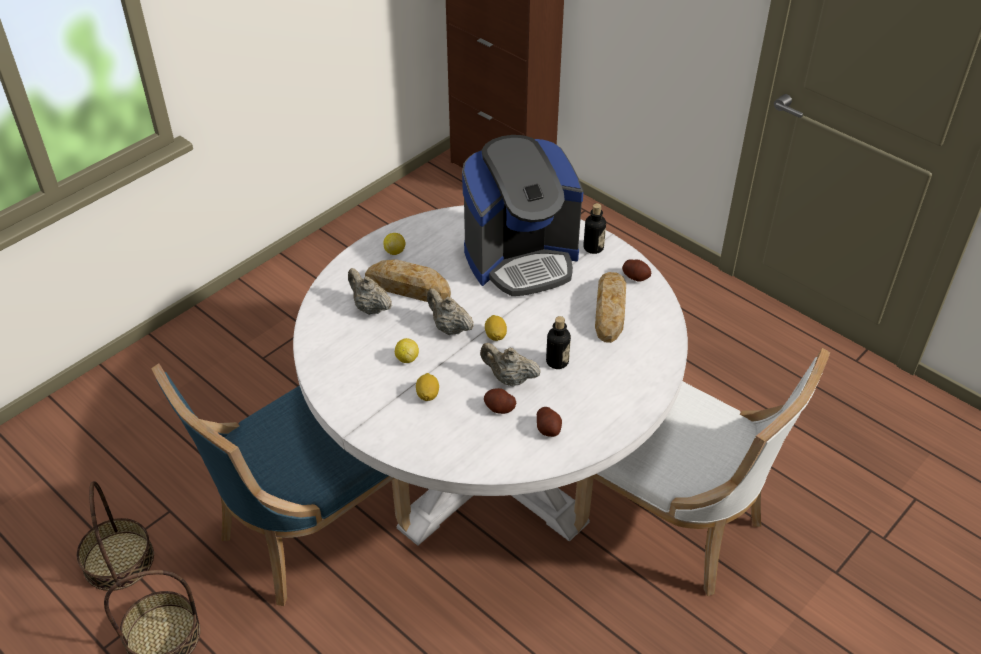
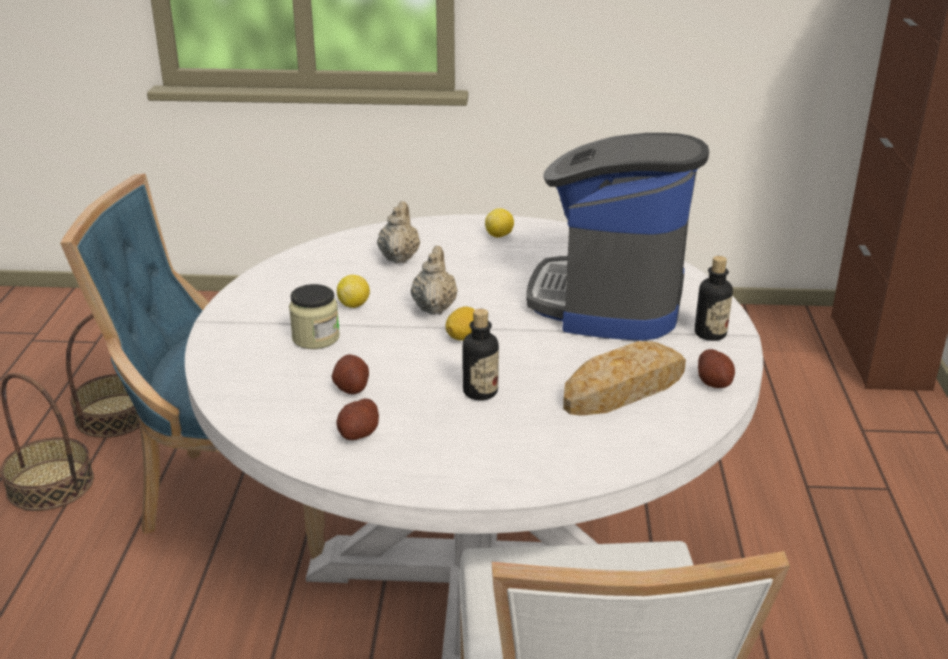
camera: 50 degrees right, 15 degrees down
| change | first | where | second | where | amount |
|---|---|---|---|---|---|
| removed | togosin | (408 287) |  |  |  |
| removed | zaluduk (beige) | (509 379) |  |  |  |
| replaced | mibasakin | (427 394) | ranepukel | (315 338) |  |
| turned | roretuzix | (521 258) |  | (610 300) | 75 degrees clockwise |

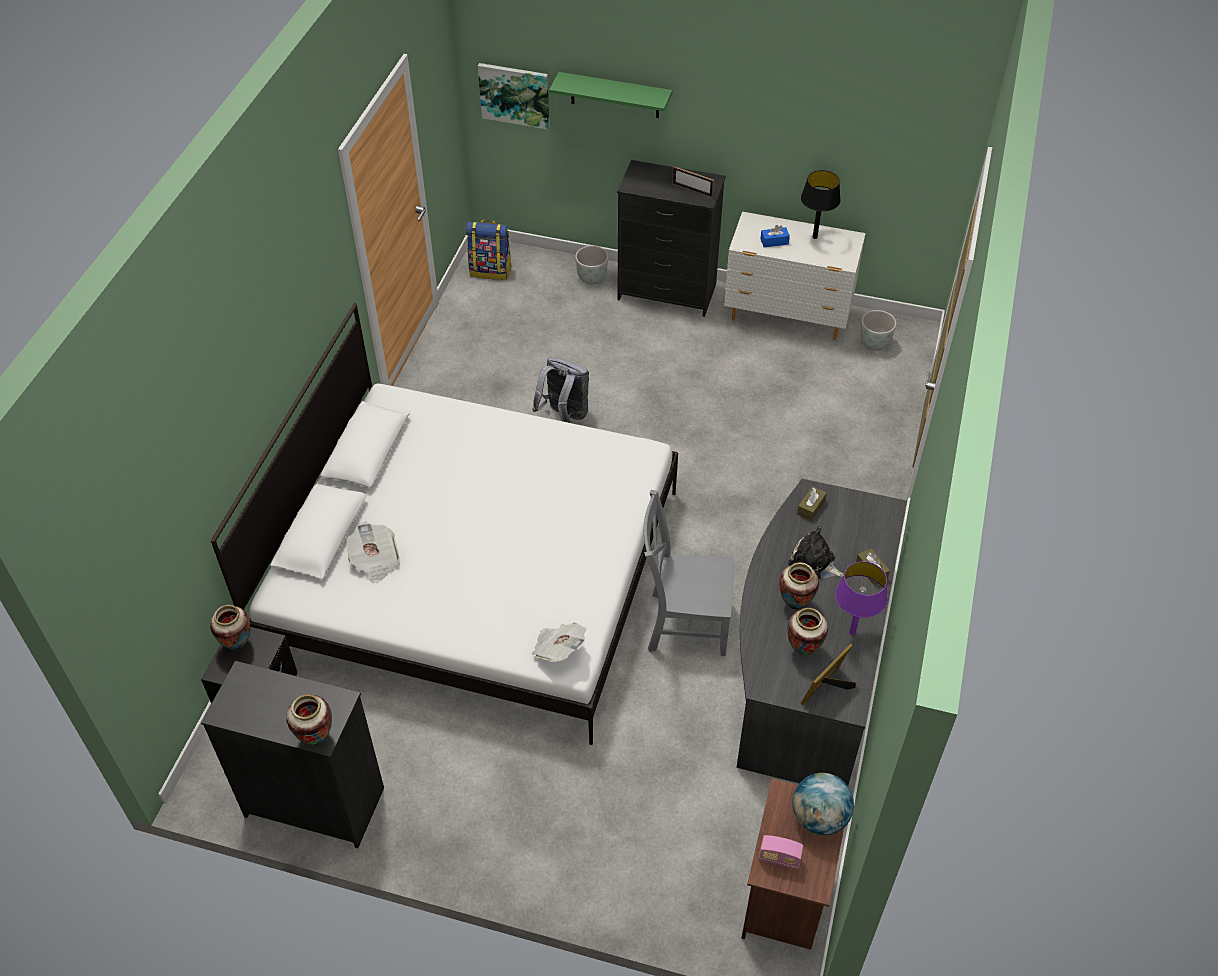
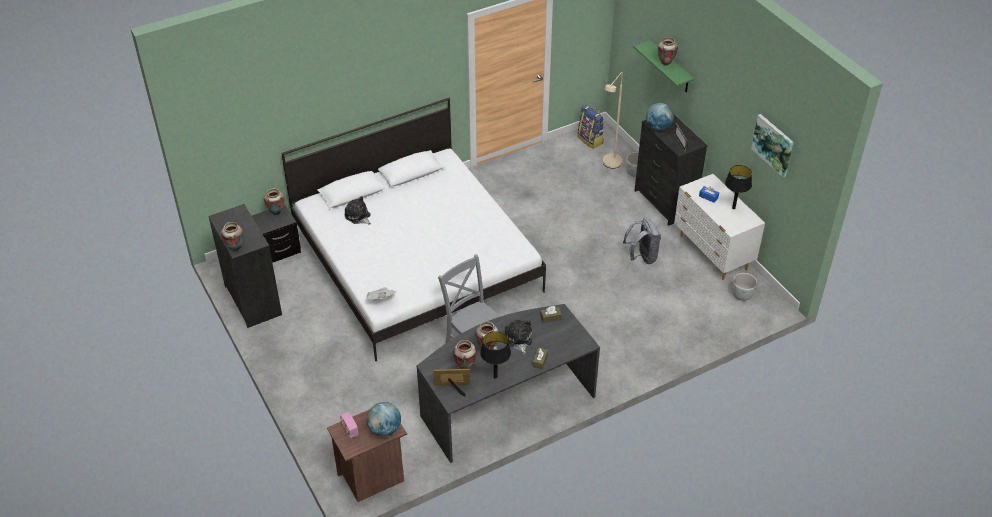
camera: 45 degrees right, 5 degrees down
| change | first | where | second | where | amount |
|---|---|---|---|---|---|
| added |  |  | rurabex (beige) | (609 165) |  |
| added |  |  | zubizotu | (658 127) |  |
| added |  |  | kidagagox | (665 63) |  |
| moved | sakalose | (515 94) |  | (773 144) |  |
| moved | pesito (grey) | (564 415) |  | (642 257) |  |
| replaced | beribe | (375 561) | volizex | (358 216) |  |
| recoloured | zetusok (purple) | (852 632) | zetusok (black) | (495 376) |  |

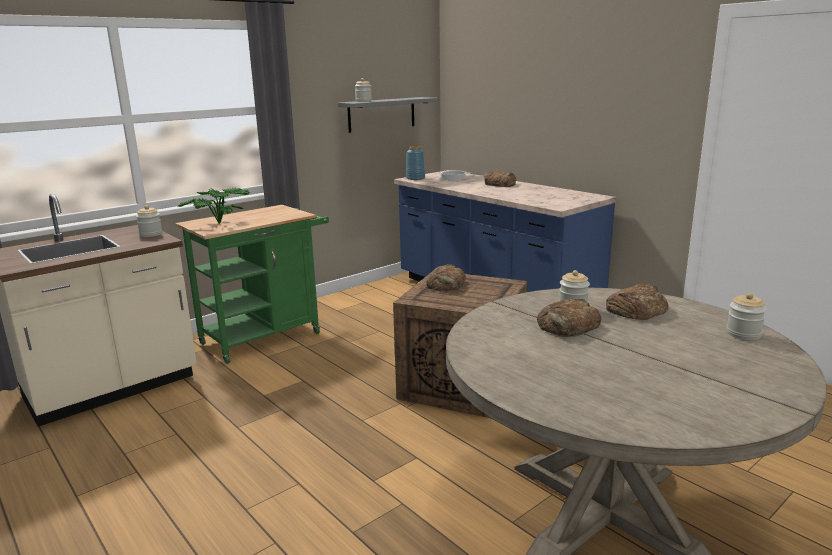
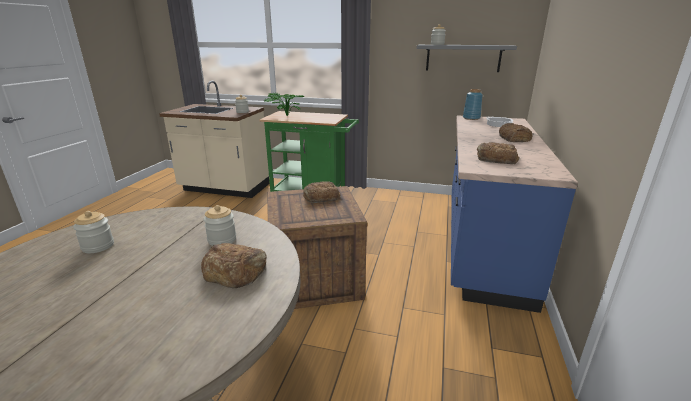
camera: 55 degrees right, 5 degrees up
| change | first | where | second | where | amount |
|---|---|---|---|---|---|
| moved | togosin | (568 326) |  | (495 158) |  |
| moved | ranepukel | (743 334) |  | (98 246) |  |

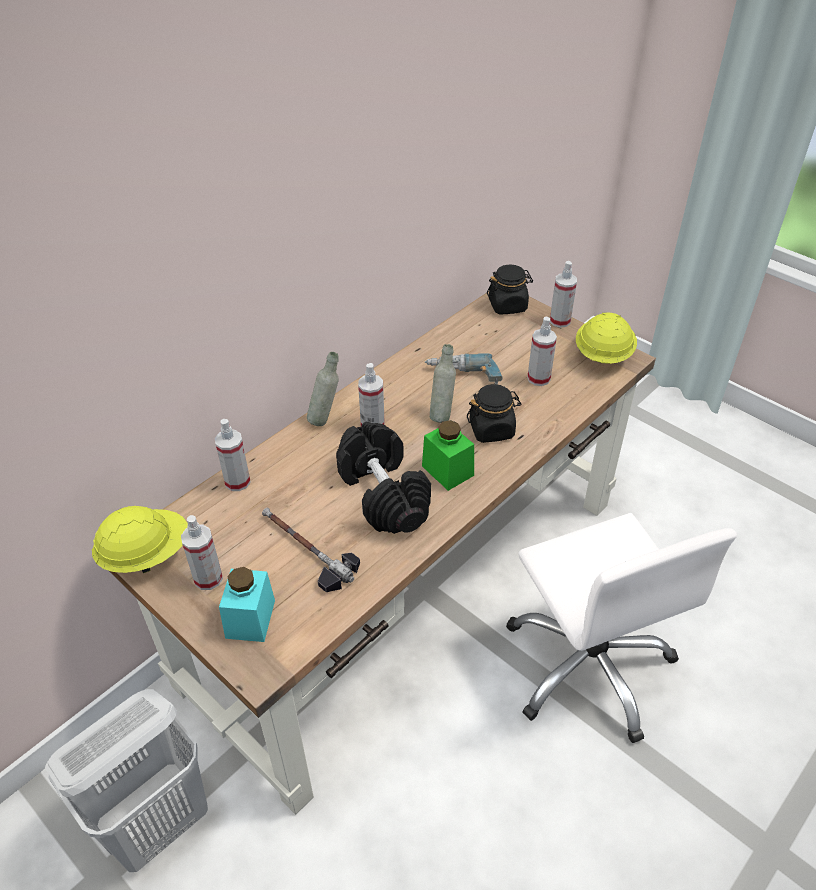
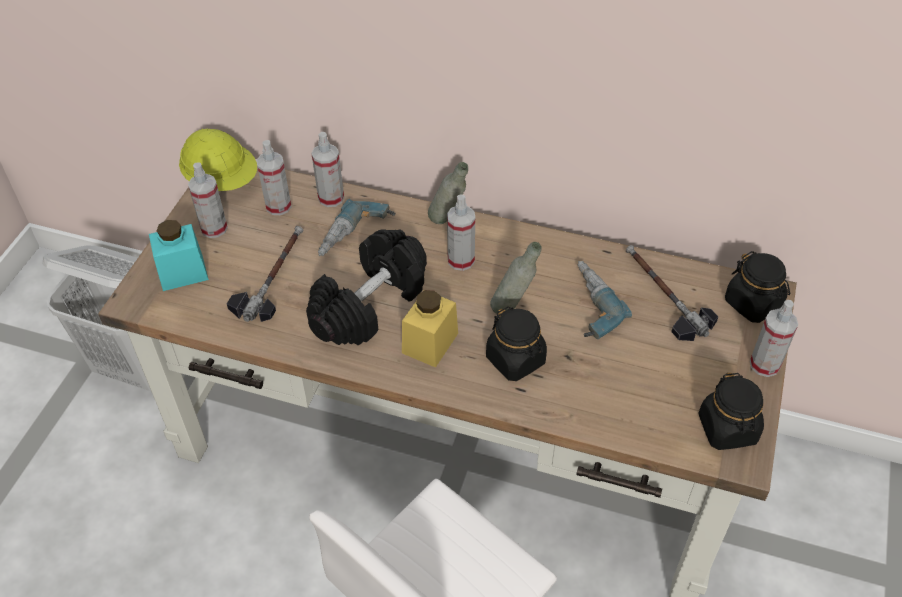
camera: 65 degrees right, 5 degrees up
| change | first | where | second | where | amount |
|---|---|---|---|---|---|
| added |  |  | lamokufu | (356 237) |  |
| added |  |  | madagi | (663 295) |  |
| moved | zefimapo | (538 378) |  | (278 206) |  |
| replaced | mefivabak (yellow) | (602 355) | ranepukel (black) | (727 429) |  |
| recoloured | ranepukel (green) | (447 471) | ranepukel (yellow) | (430 343) |  |

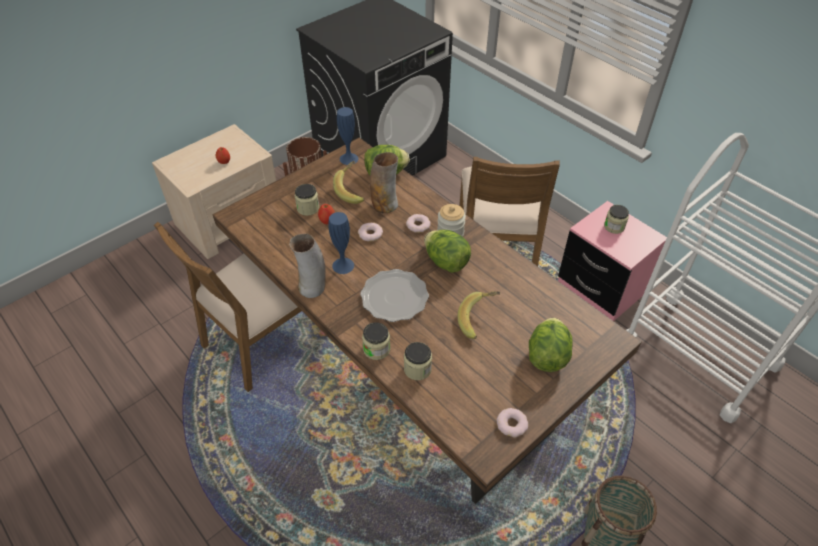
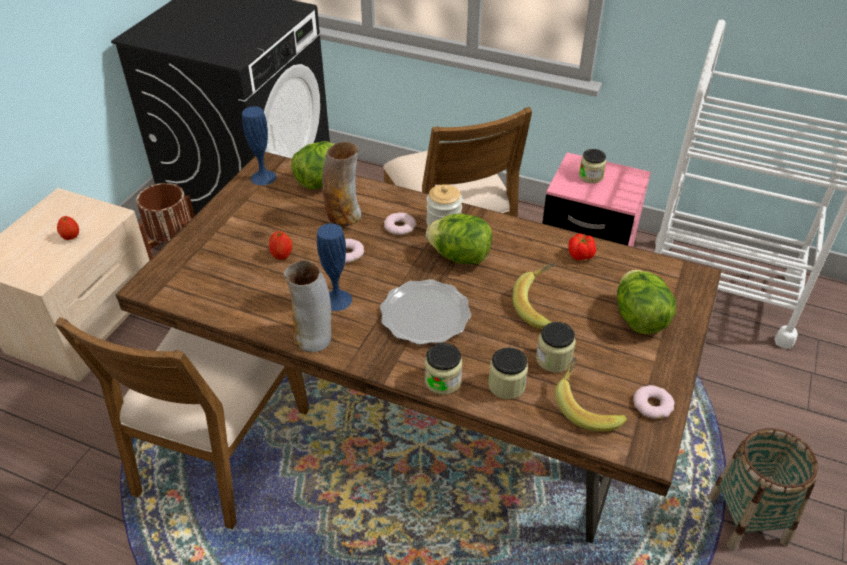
camera: 25 degrees left, 5 degrees down
| change | first | where | second | where | amount |
|---|---|---|---|---|---|
| added |  |  | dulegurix | (581 255) |  |
| moved | ranepukel | (308 208) |  | (553 359) |  |
| moved | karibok | (352 190) |  | (587 406) |  |

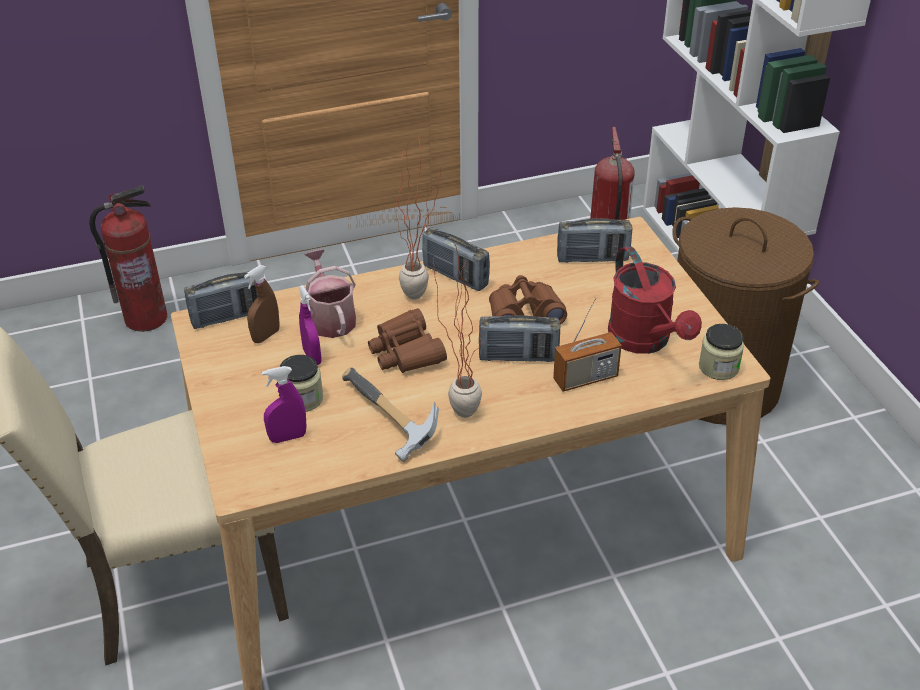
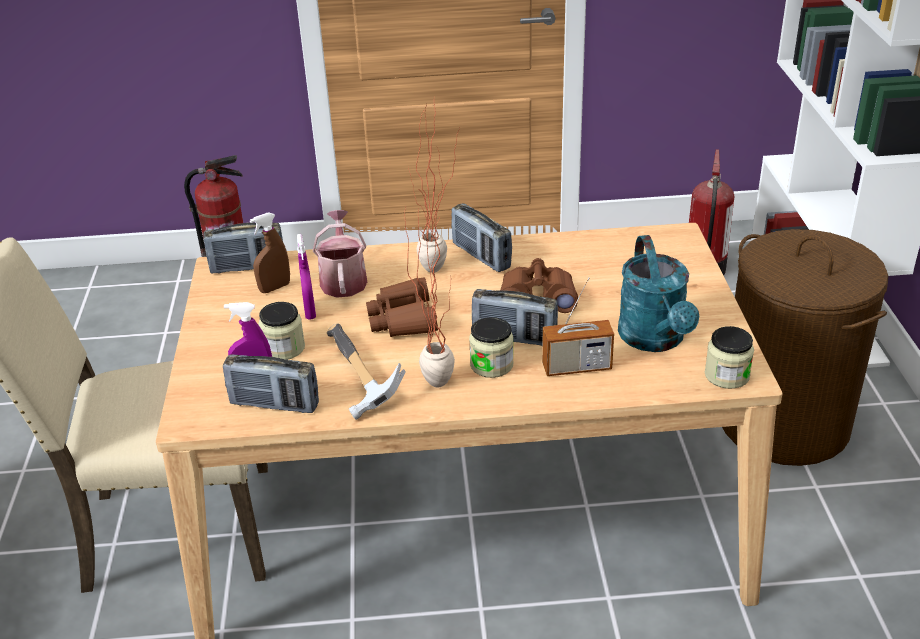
camera: 15 degrees right, 5 degrees down
| change | first | where | second | where | amount |
|---|---|---|---|---|---|
| added |  |  | ranepukel | (491 365) |  |
| moved | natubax | (592 258) |  | (274 404) |  |
| recoloured | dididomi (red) | (645 341) | dididomi (turquoise) | (655 340) |  |

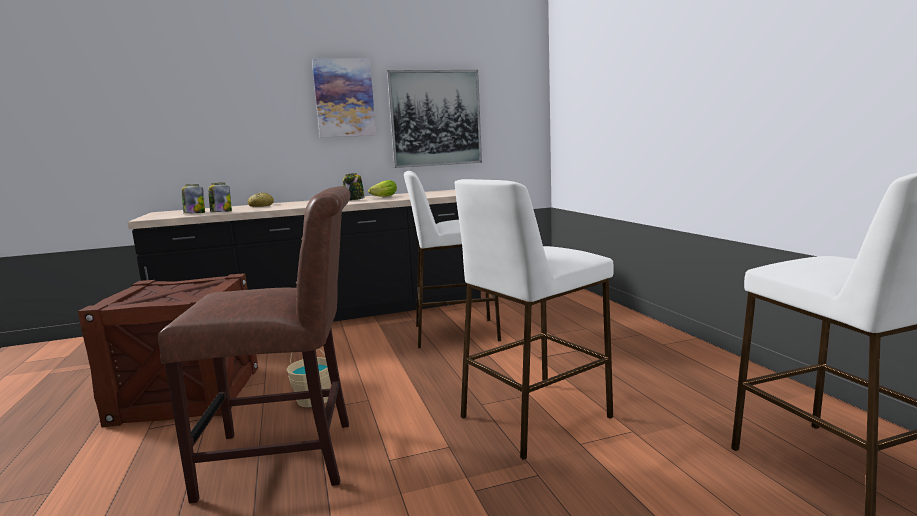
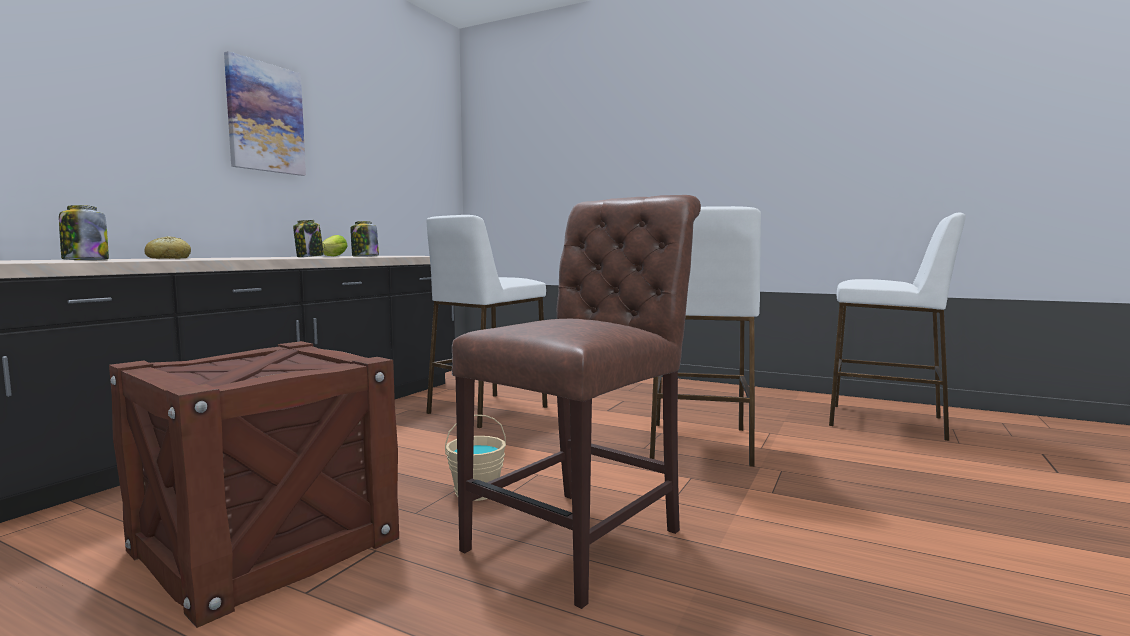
camera: 45 degrees left, 5 degrees down
| change | first | where | second | where | amount |
|---|---|---|---|---|---|
| removed | sakalose | (435 118) |  |  |  |
| moved | ranepukel | (221 212) |  | (364 256) |  |

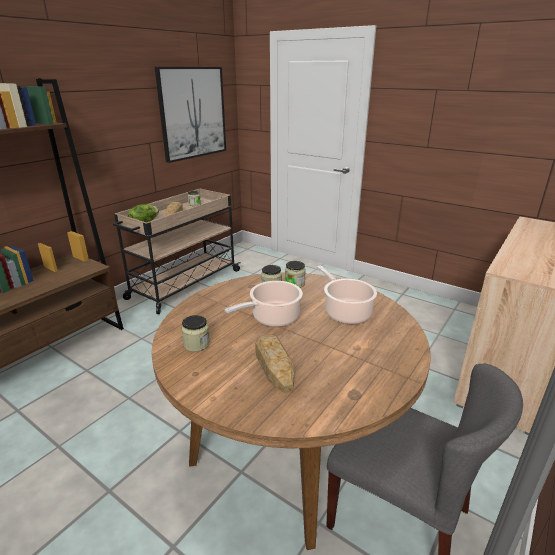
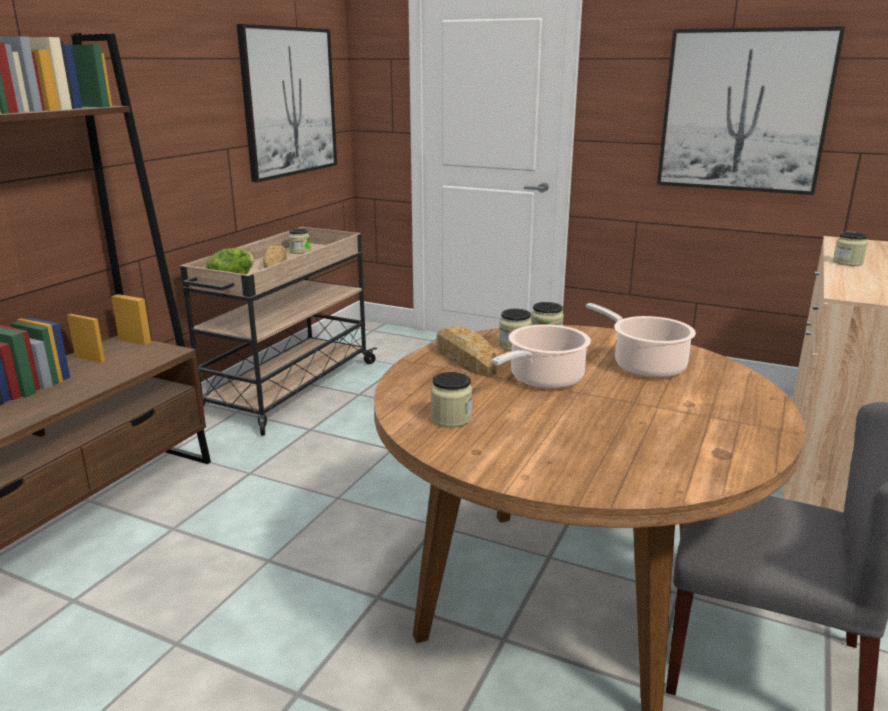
camera: 10 degrees left, 5 degrees down
| change | first | where | second | where | amount |
|---|---|---|---|---|---|
| added |  |  | sakalose | (744 111) |  |
| added |  |  | ranepukel | (847 262) |  |
| moved | togosin | (274 365) |  | (465 358) |  |

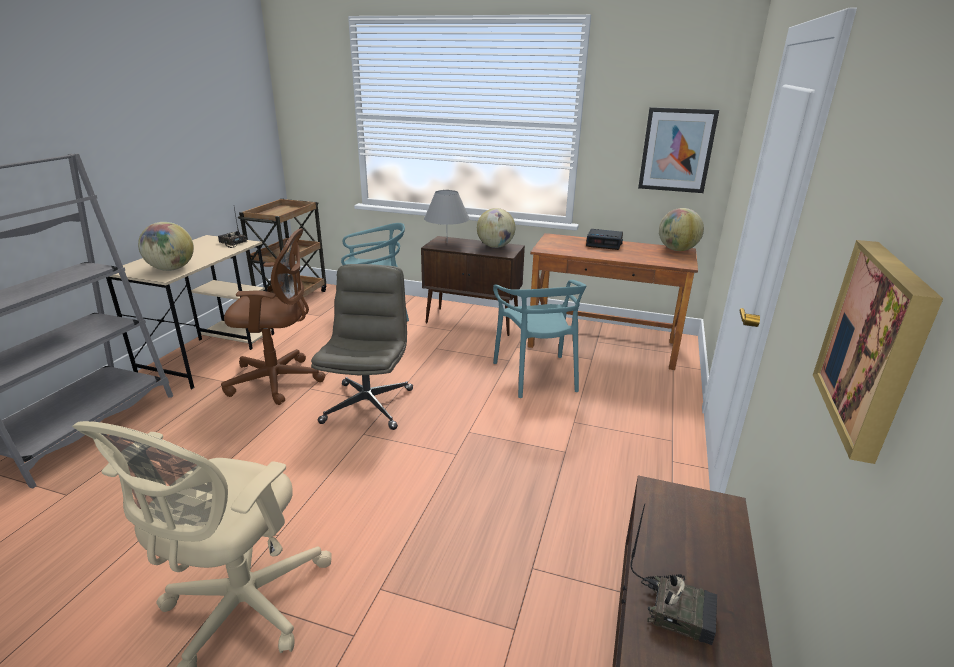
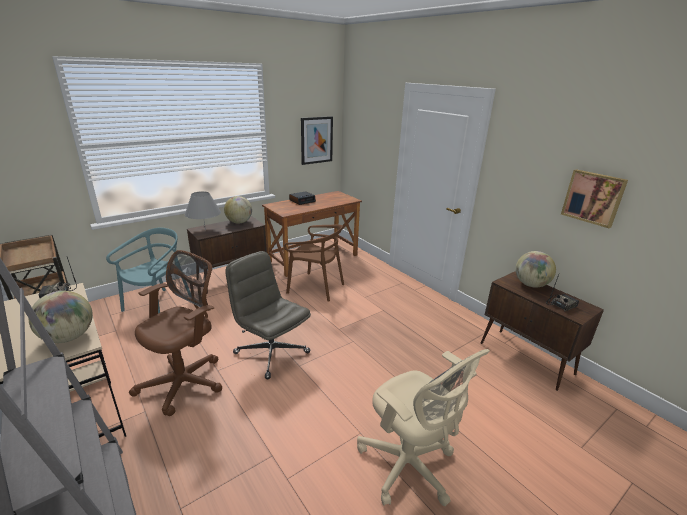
camera: 55 degrees left, 0 degrees up
| change | first | where | second | where | amount |
|---|---|---|---|---|---|
| moved | zubizotu | (677 250) |  | (530 285) |  |
| recoloured | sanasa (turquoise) | (537 375) | sanasa (brown) | (316 287) |  |

